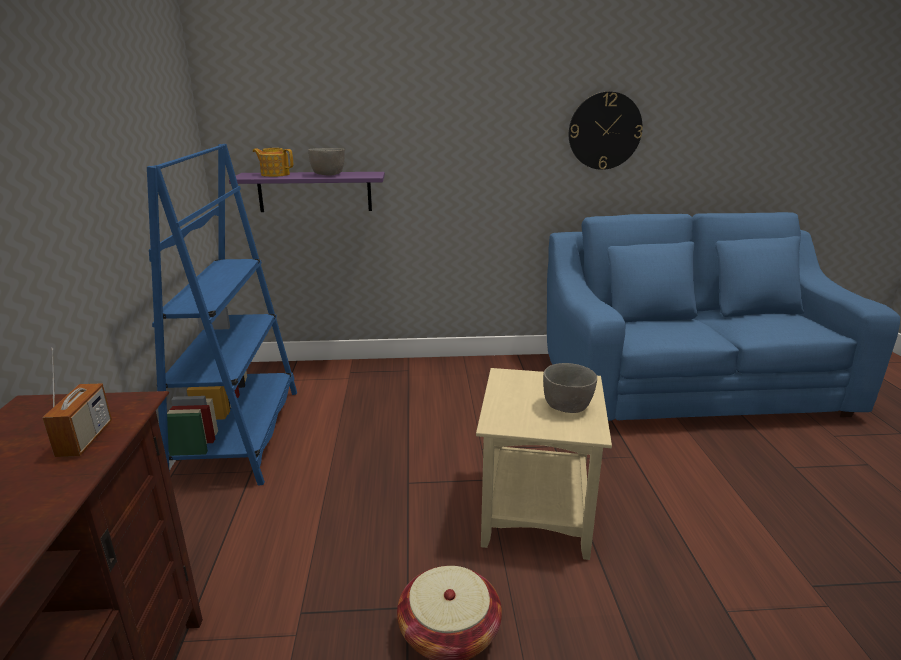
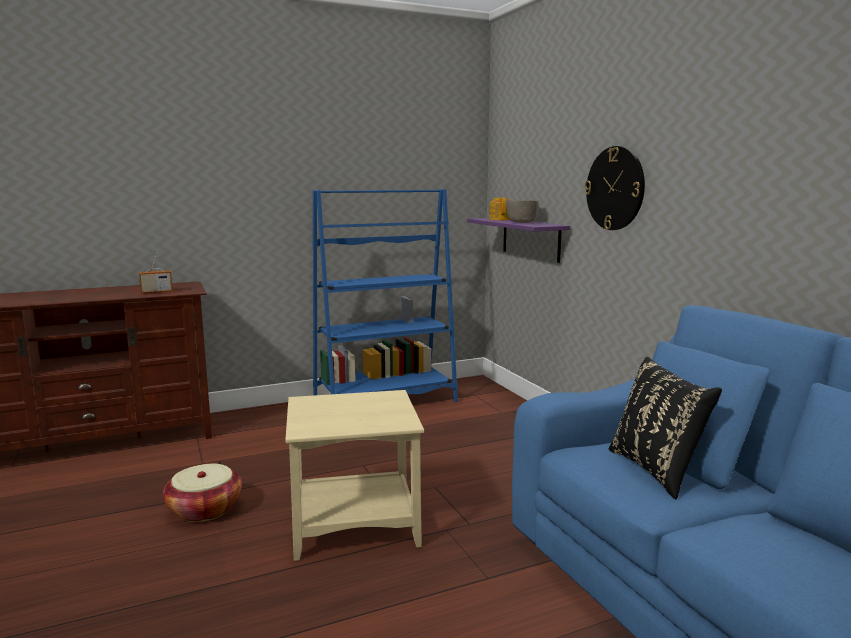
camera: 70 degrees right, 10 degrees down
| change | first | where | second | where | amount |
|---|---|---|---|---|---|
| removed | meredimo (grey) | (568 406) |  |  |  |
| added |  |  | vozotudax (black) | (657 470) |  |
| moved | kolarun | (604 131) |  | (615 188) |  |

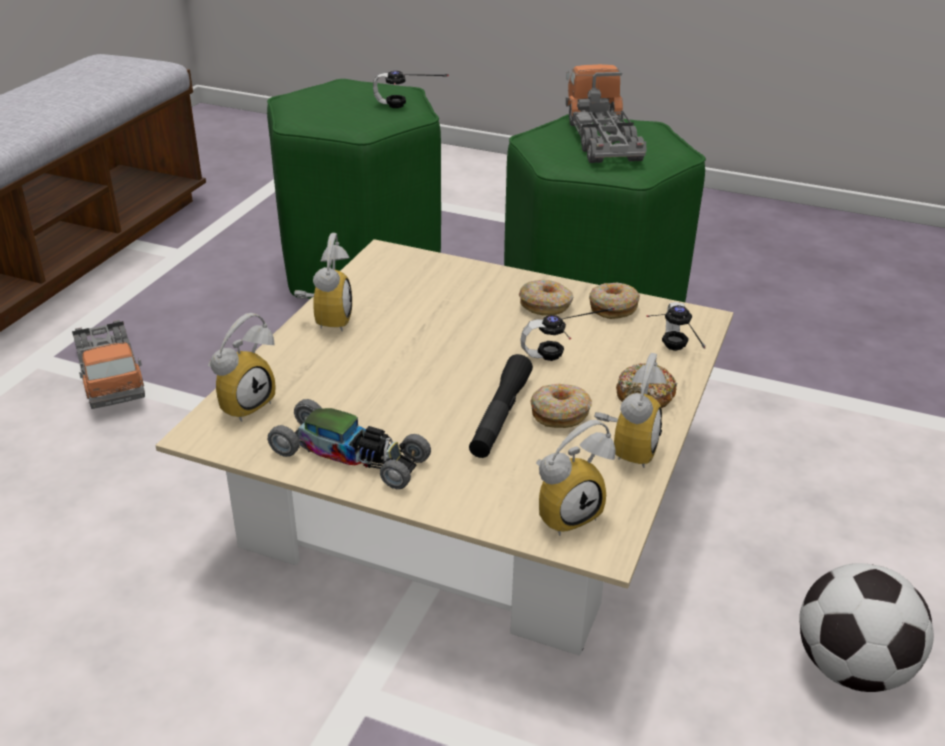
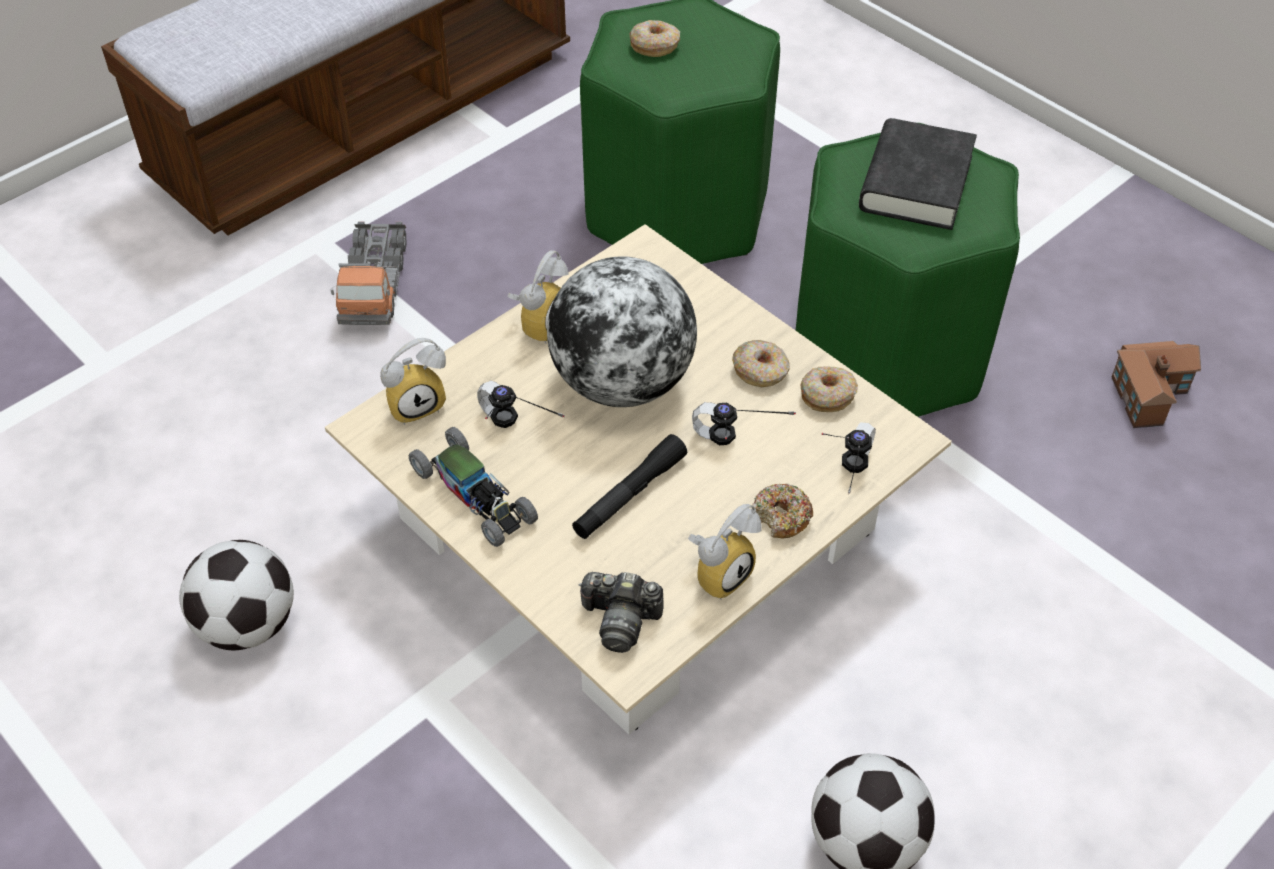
camera: 25 degrees right, 15 degrees up
| change | first | where | second | where | amount |
|---|---|---|---|---|---|
| added |  |  | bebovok | (248 625) |  |
| added |  |  | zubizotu | (622 382) |  |
| added |  |  | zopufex | (1149 389) |  |
| moved | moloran | (406 110) |  | (511 435) |  |
| moved | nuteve | (560 413) |  | (655 45) |  |
| replaced | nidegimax | (566 511) | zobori | (620 620) |  |
| replaced | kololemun | (602 140) | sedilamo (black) | (915 183) |  |

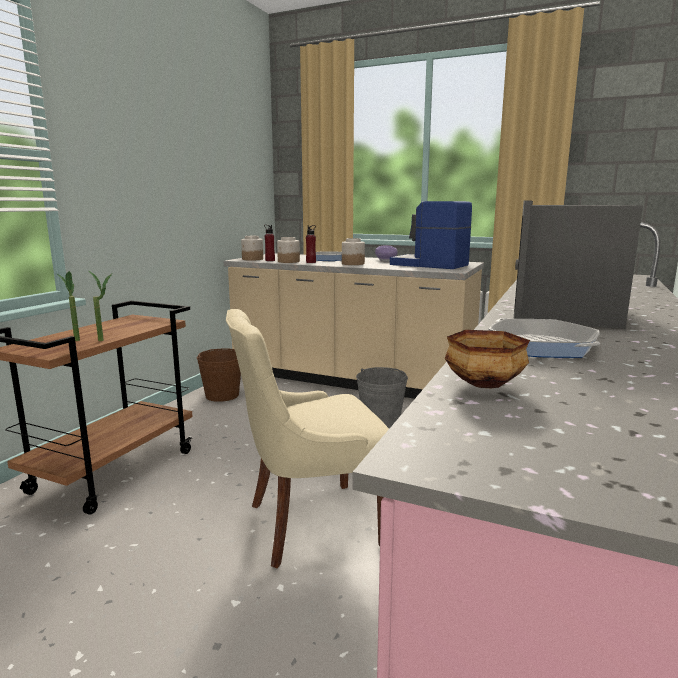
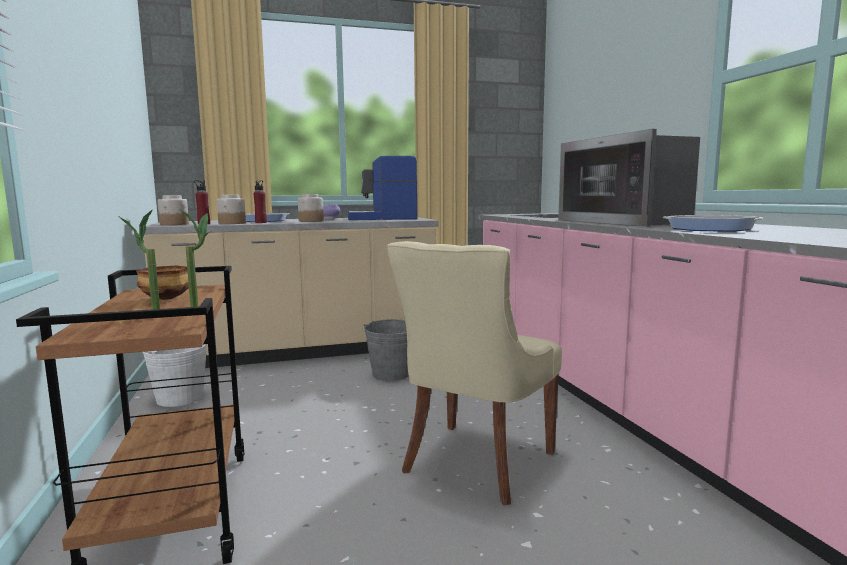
camera: 40 degrees left, 5 degrees down
| change | first | where | second | where | amount |
|---|---|---|---|---|---|
| moved | meredimo | (483 384) |  | (166 298) |  |
| recoloured | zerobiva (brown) | (222 395) | zerobiva (white) | (180 398) |  |

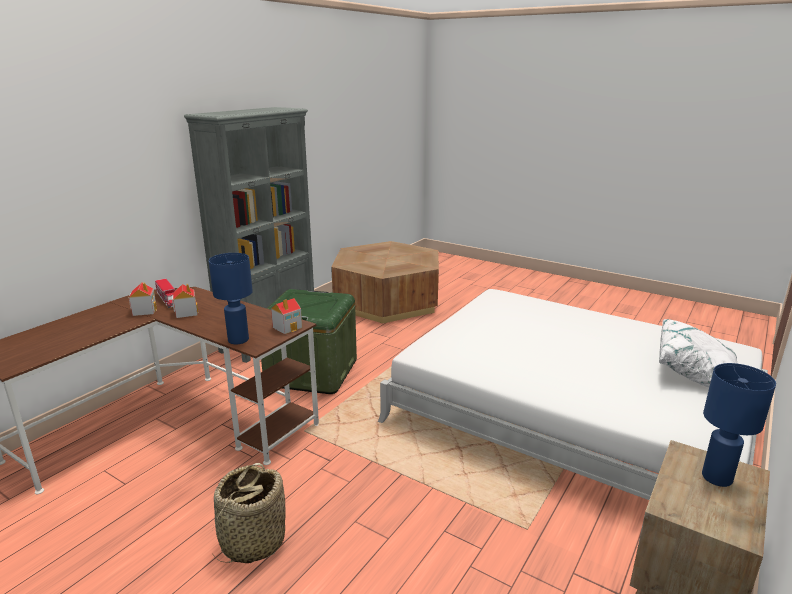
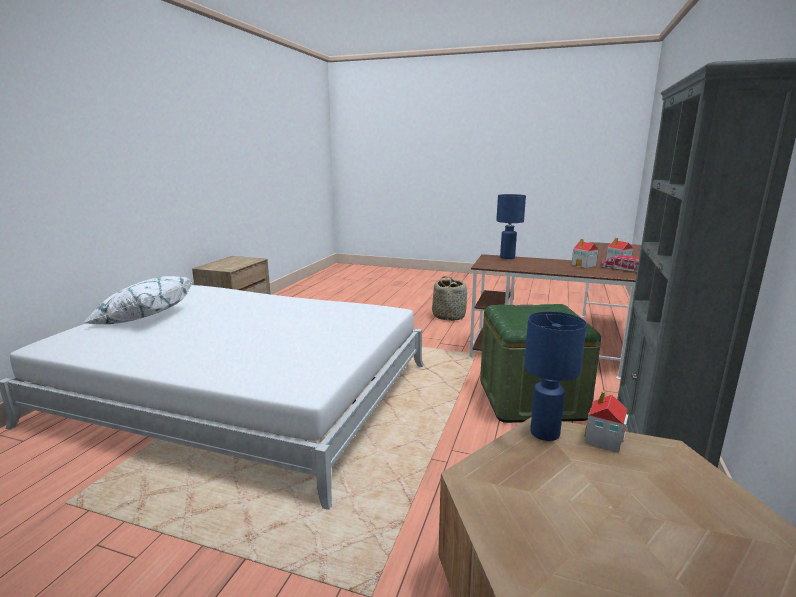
camera: 165 degrees right, 5 degrees down
| change | first | where | second | where | amount |
|---|---|---|---|---|---|
| moved | zopufex | (287 327) |  | (603 440) |  |
| moved | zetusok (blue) | (716 478) |  | (545 433) |  |

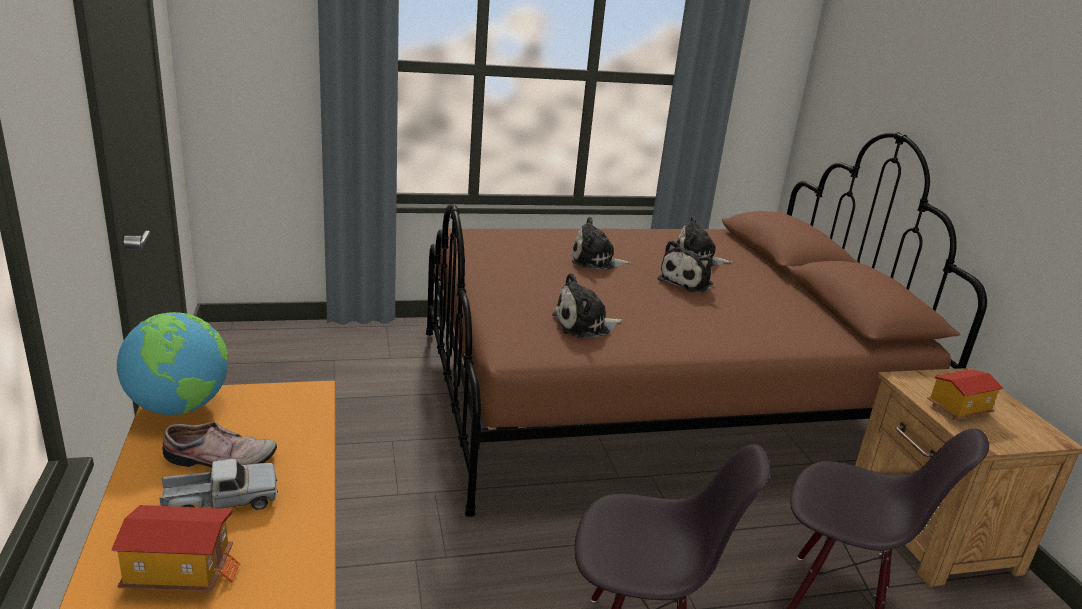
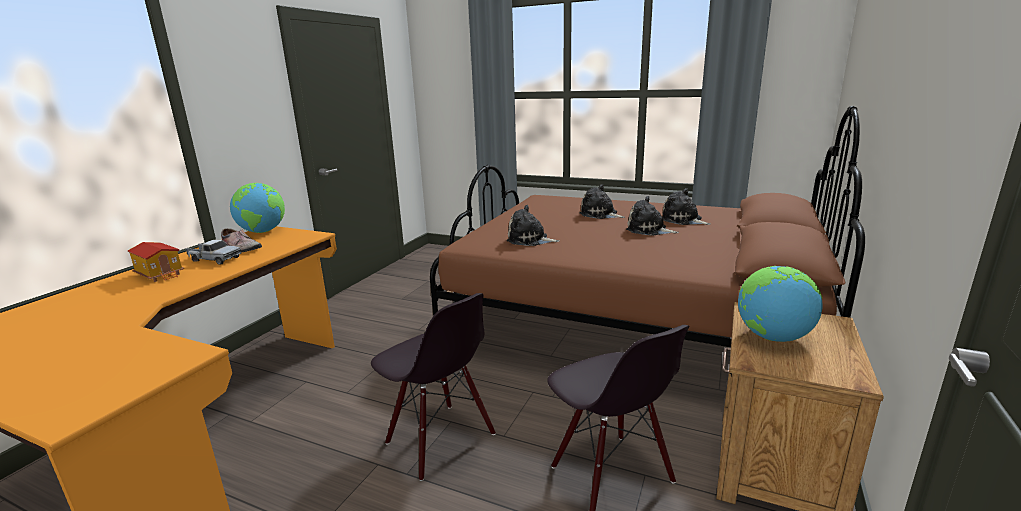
camera: 40 degrees right, 5 degrees down
| change | first | where | second | where | amount |
|---|---|---|---|---|---|
| replaced | zopufex | (958 409) | zubizotu | (772 337) |  |
| turned | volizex | (687 282) |  | (648 230) | 45 degrees clockwise |

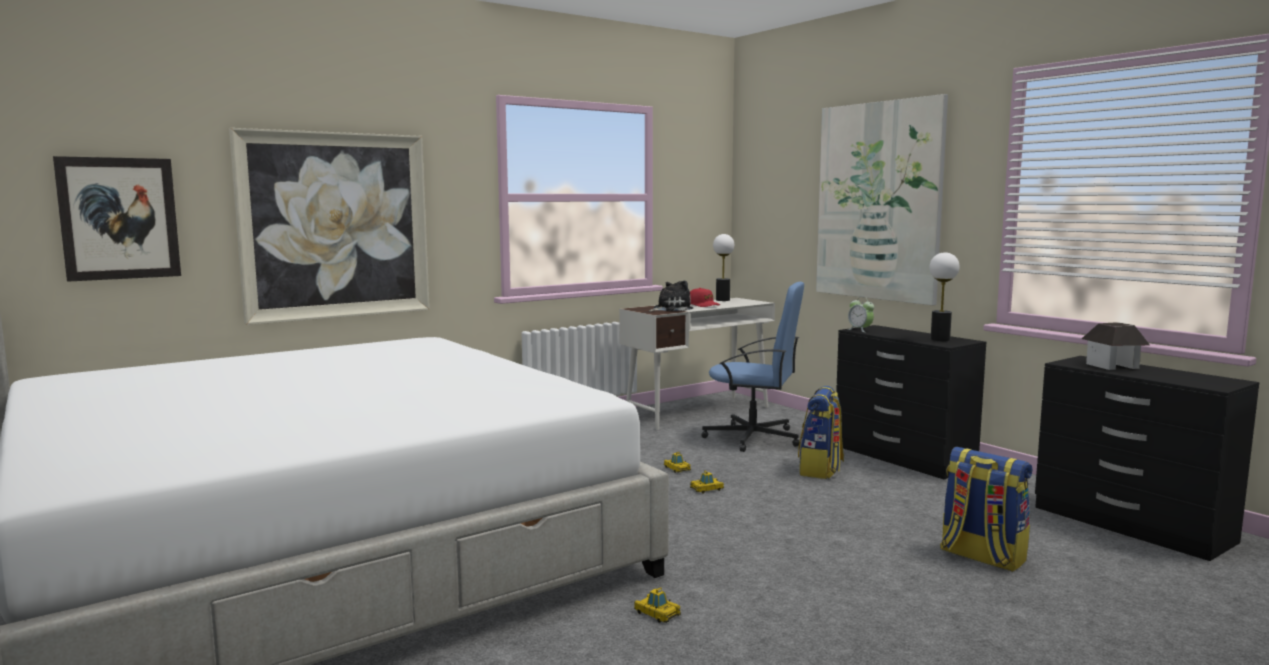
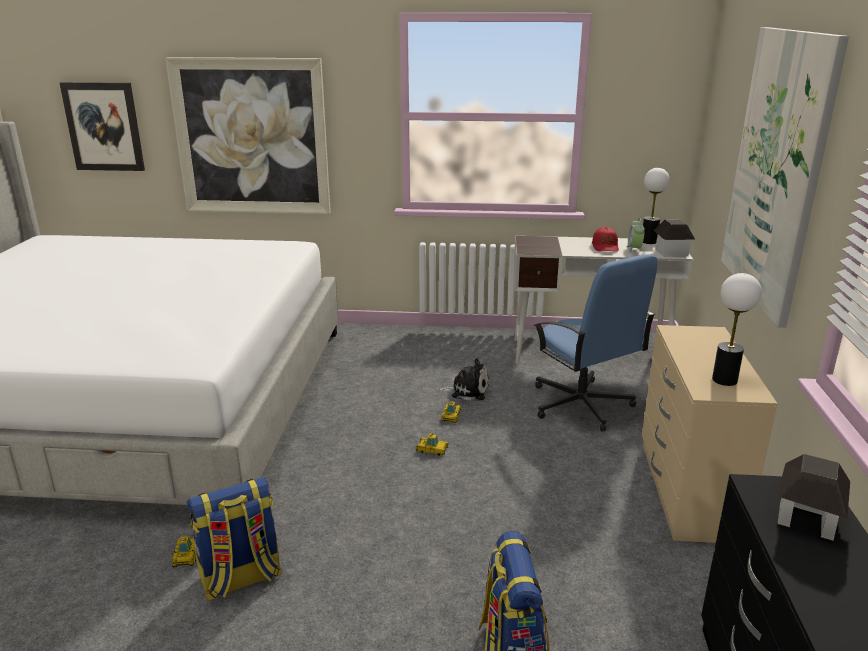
camera: 40 degrees right, 15 degrees up
| change | first | where | second | where | amount |
|---|---|---|---|---|---|
| added |  |  | zopufex | (671 252) |  |
| moved | volizex | (670 309) |  | (467 390) |  |
| moved | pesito | (820 470) |  | (240 578) |  |
| moved | nidegimax | (860 330) |  | (634 249) |  |
| recoloured | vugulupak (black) | (903 457) | vugulupak (beige) | (687 491) |  |

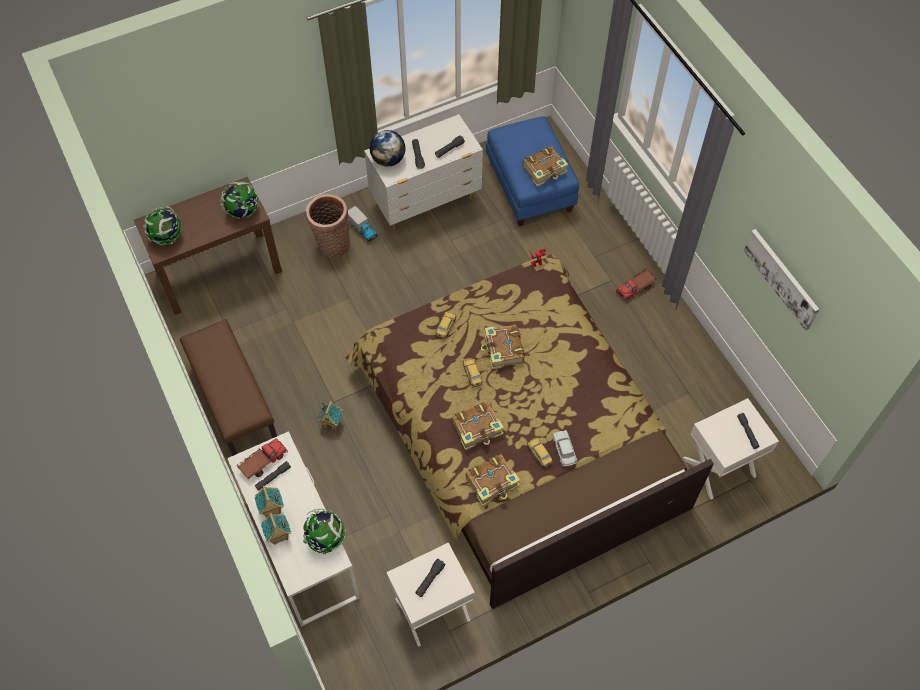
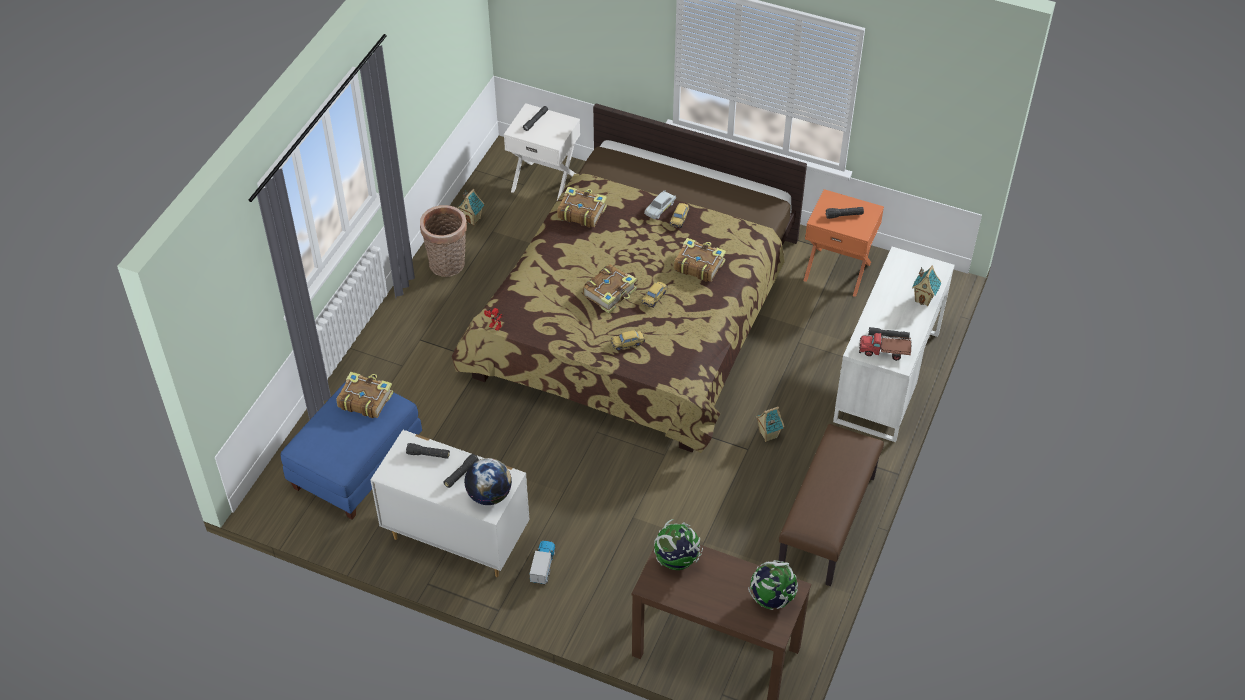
camera: 130 degrees left, 10 degrees down
| change | first | where | second | where | amount |
|---|---|---|---|---|---|
| removed | zubizotu | (325 539) |  |  |  |
| removed | kololemun | (635 288) |  |  |  |
| removed | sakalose | (782 278) |  |  |  |
| moved | zopufex | (272 510) |  | (472 219) |  |
| moved | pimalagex | (332 244) |  | (448 266) |  |
| moved | sedilamo | (493 483) |  | (581 212) |  |
| recoloured | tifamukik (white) | (432 610) | tifamukik (orange) | (837 270) |  |

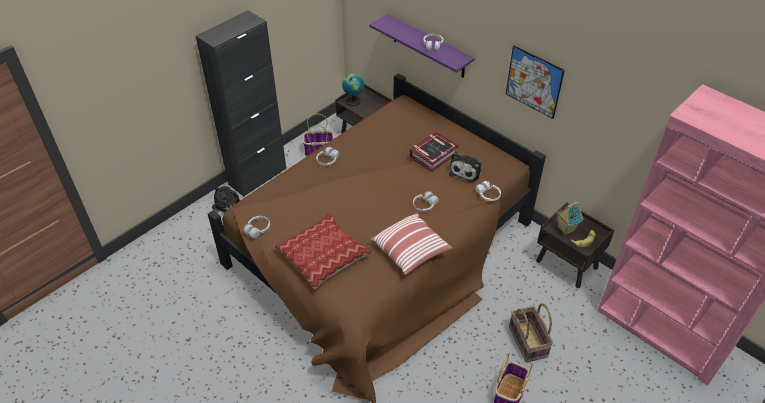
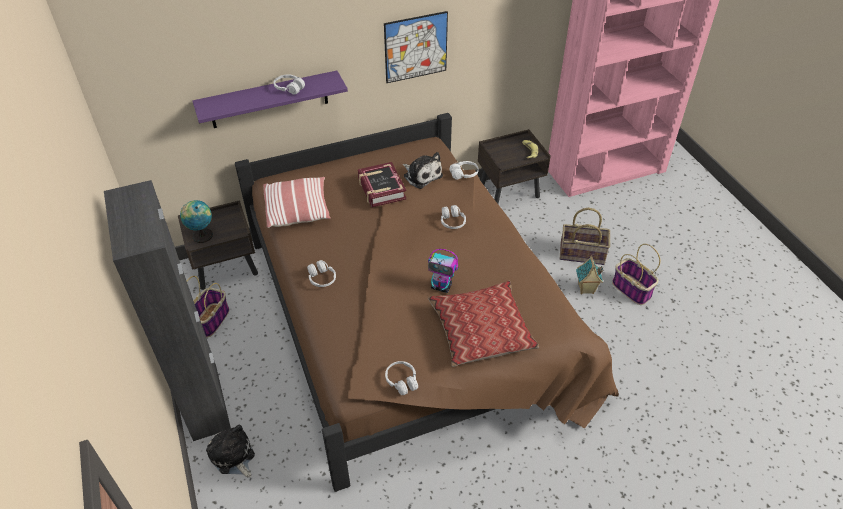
camera: 65 degrees left, 0 degrees up
| change | first | where | second | where | amount |
|---|---|---|---|---|---|
| added |  |  | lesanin | (442 287) |  |
| moved | vozotudax | (411 250) |  | (298 210) |  |
| moved | zopufex | (565 229) |  | (585 289) |  |

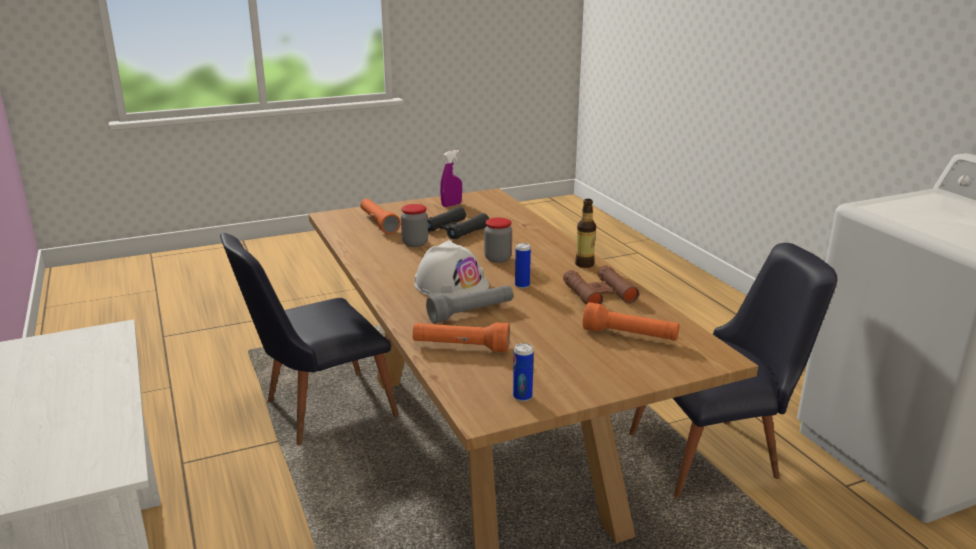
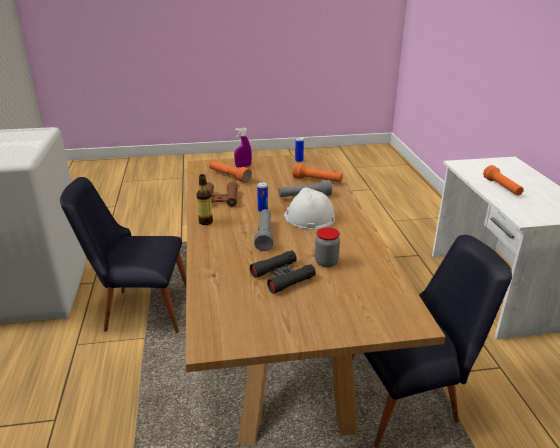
camera: 165 degrees left, 5 degrees up
| change | first | where | second | where | amount |
|---|---|---|---|---|---|
| moved | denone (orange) | (378 223) |  | (502 188) |  |
| moved | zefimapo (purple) | (451 205) |  | (243 166) |  |
| replaced | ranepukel | (498 258) | denone (grey) | (264 235) |  |

